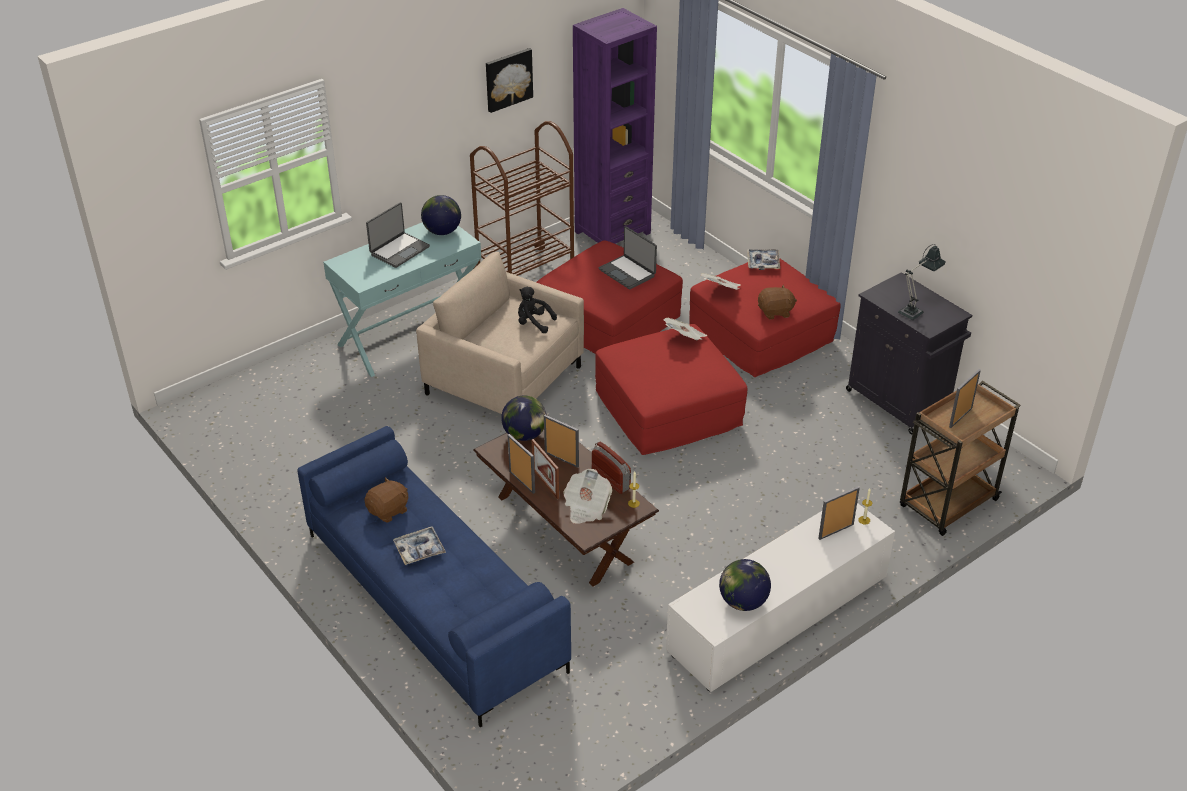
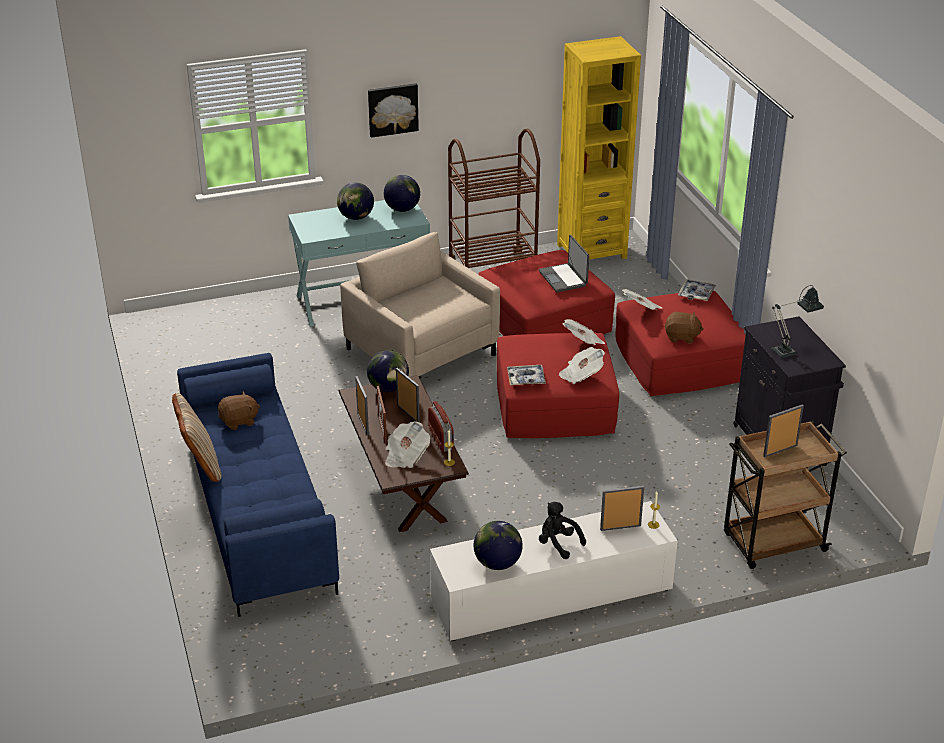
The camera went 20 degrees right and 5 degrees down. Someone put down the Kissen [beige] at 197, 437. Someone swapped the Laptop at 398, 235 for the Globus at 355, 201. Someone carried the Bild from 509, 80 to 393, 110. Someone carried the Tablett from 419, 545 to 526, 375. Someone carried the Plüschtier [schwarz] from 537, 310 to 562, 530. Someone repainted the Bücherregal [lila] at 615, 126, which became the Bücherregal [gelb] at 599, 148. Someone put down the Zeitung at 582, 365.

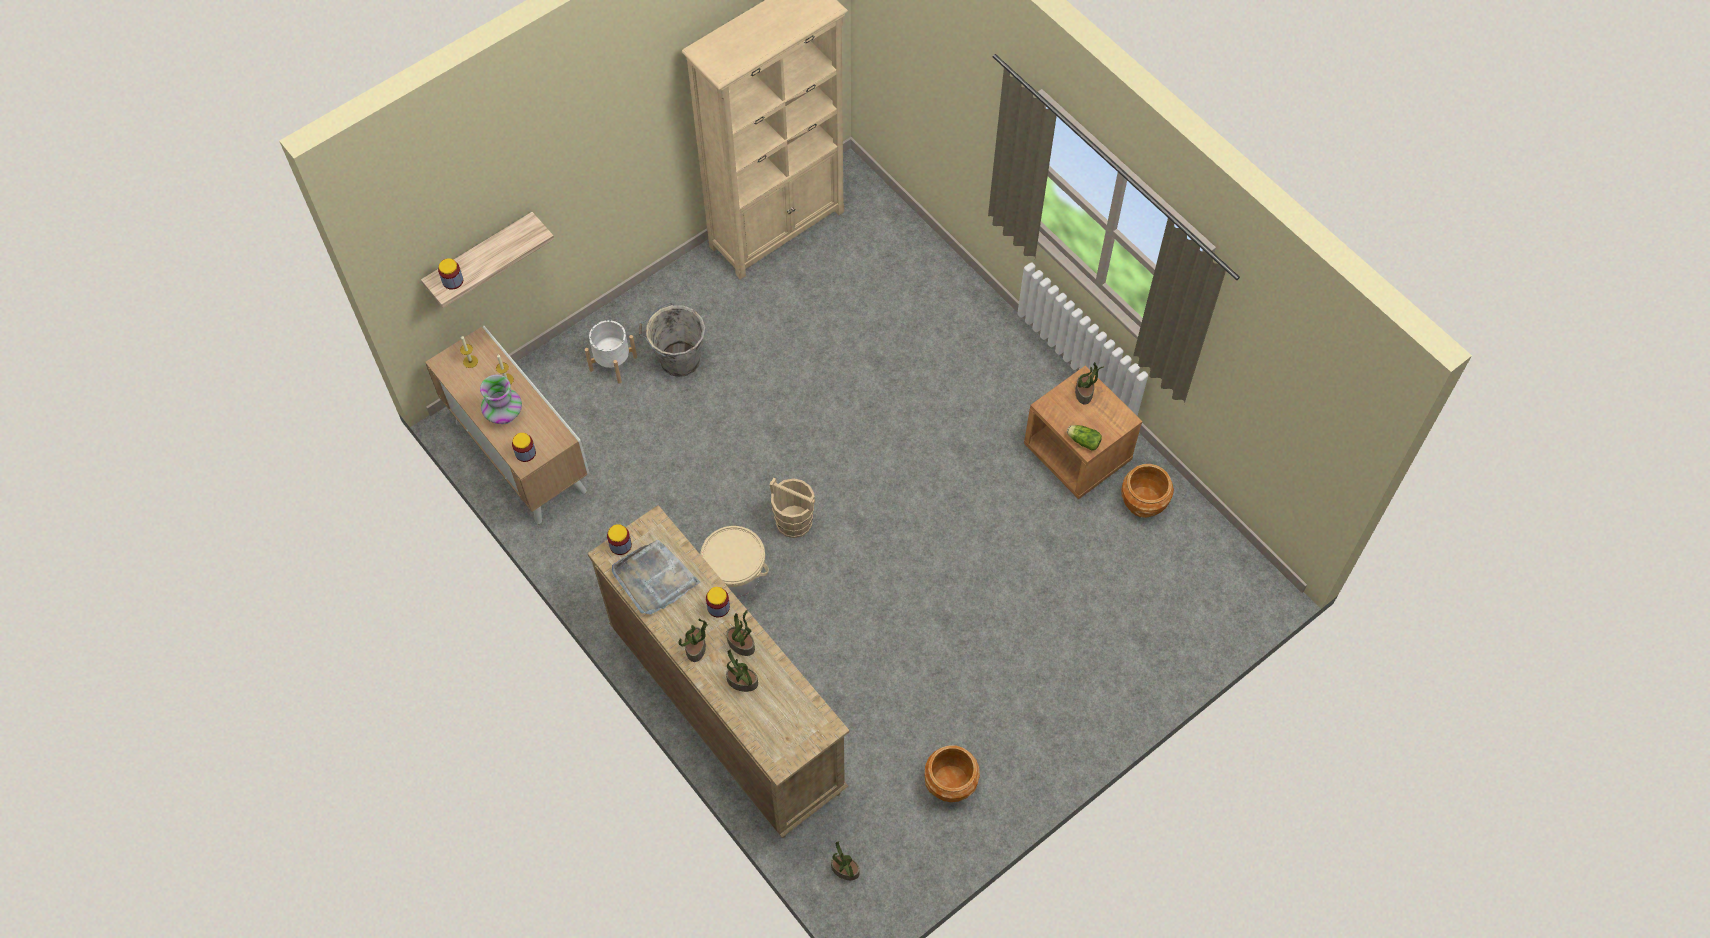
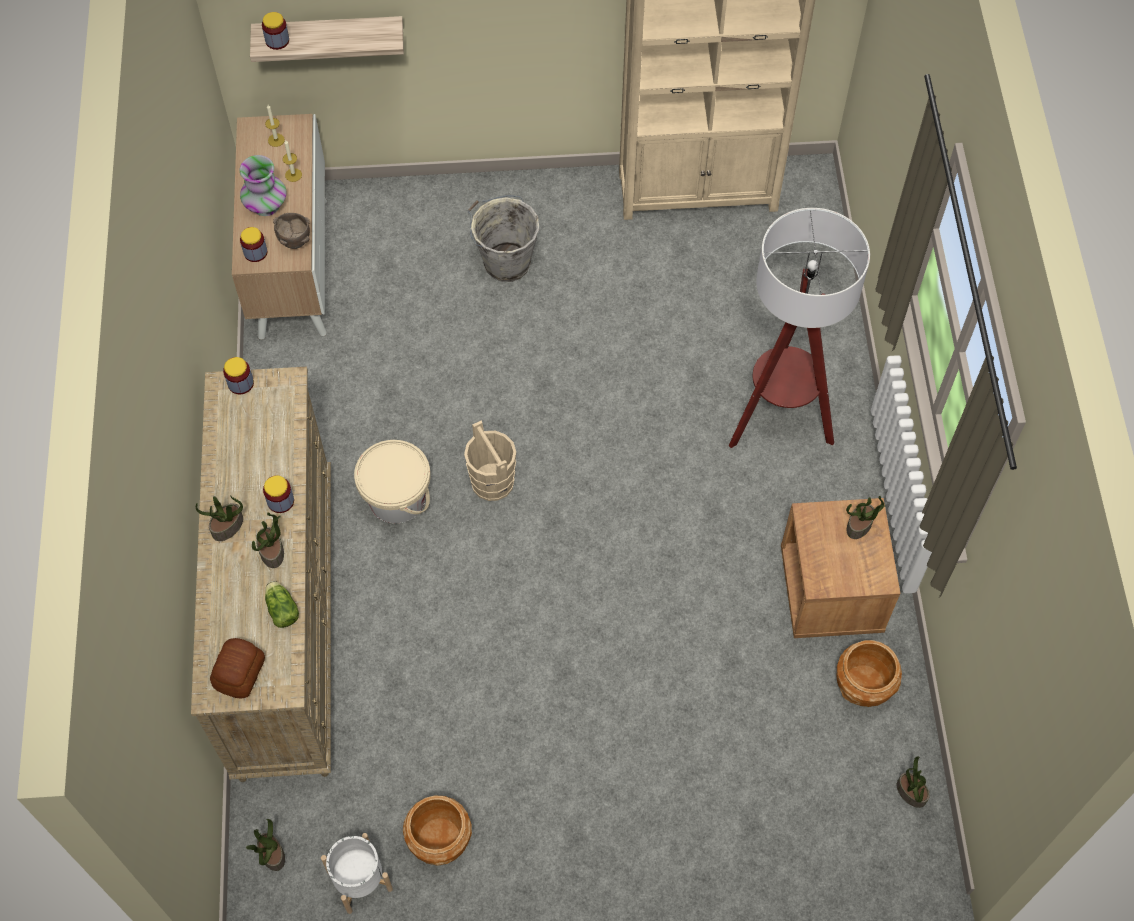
The camera went 35 degrees right and 0 degrees up. Someone put down the Brot at 237, 668. Someone carried the Salatkopf from 1084, 438 to 282, 604. Someone put down the Schüssel [braun] at 291, 231. Someone carried the Pflanzkübel [weiß] from 611, 352 to 357, 873. Someone put down the Stehlampe at 799, 328. Someone carried the Topfpflanze from 742, 670 to 913, 782. Someone took away the Tablett [grau] at 656, 576.

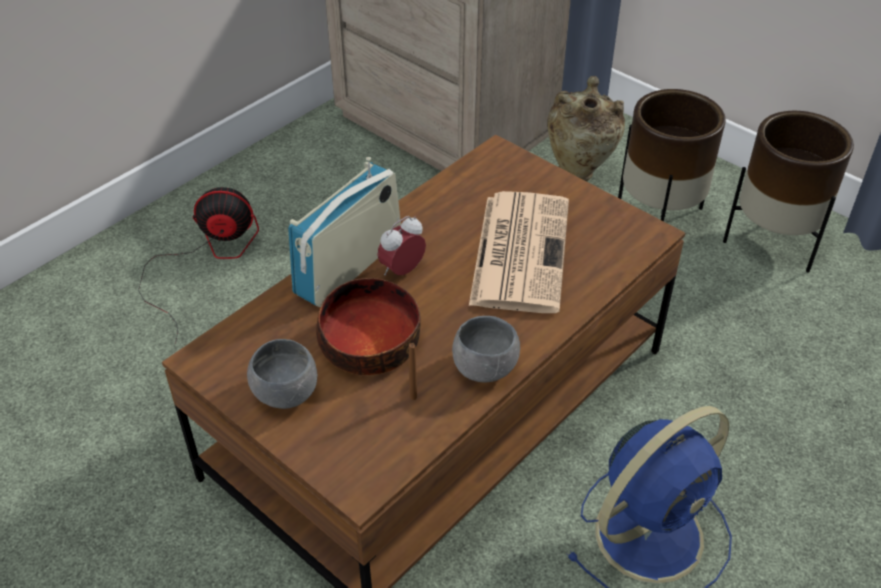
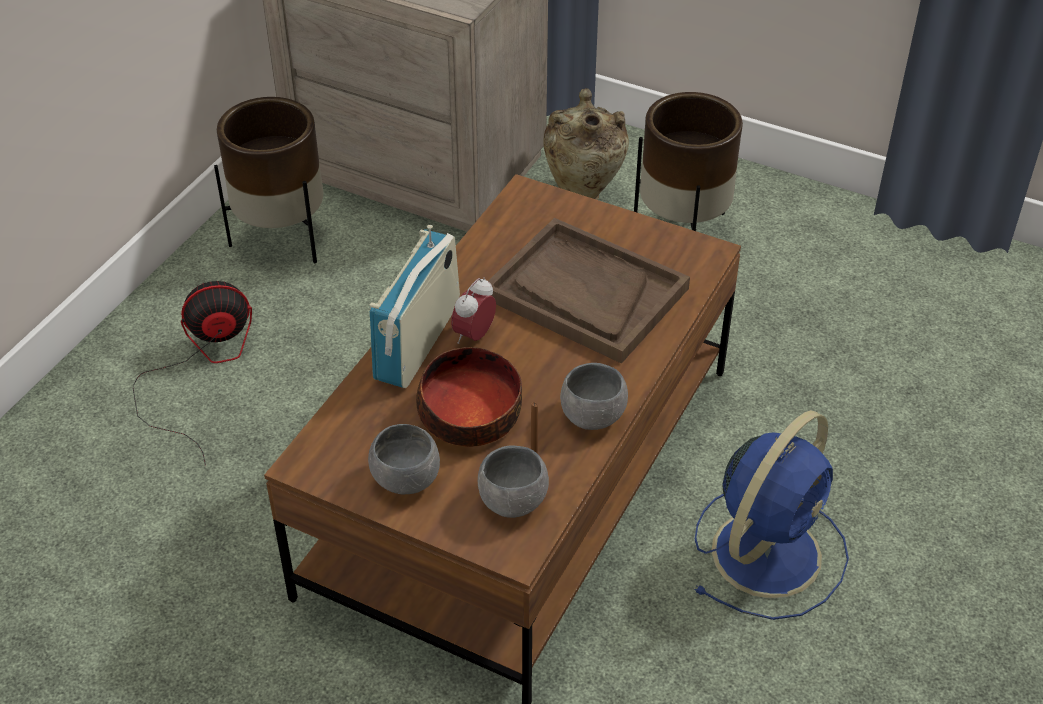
The camera went 15 degrees left and 0 degrees up. Someone carried the Pflanzkübel [braun] from 788, 192 to 268, 180. Someone put down the Schüssel [grau] at 513, 481. Someone swapped the Zeitung at 519, 252 for the Tablett [braun] at 589, 291.

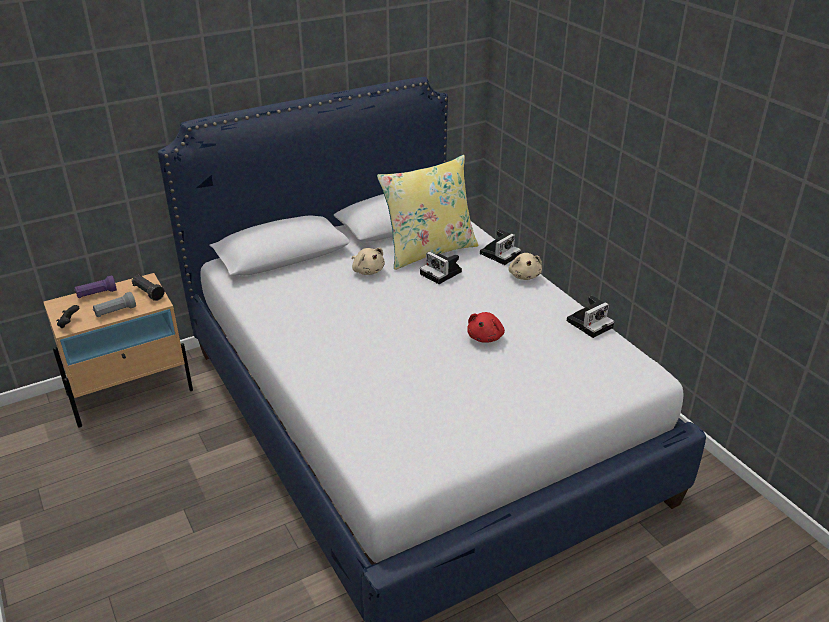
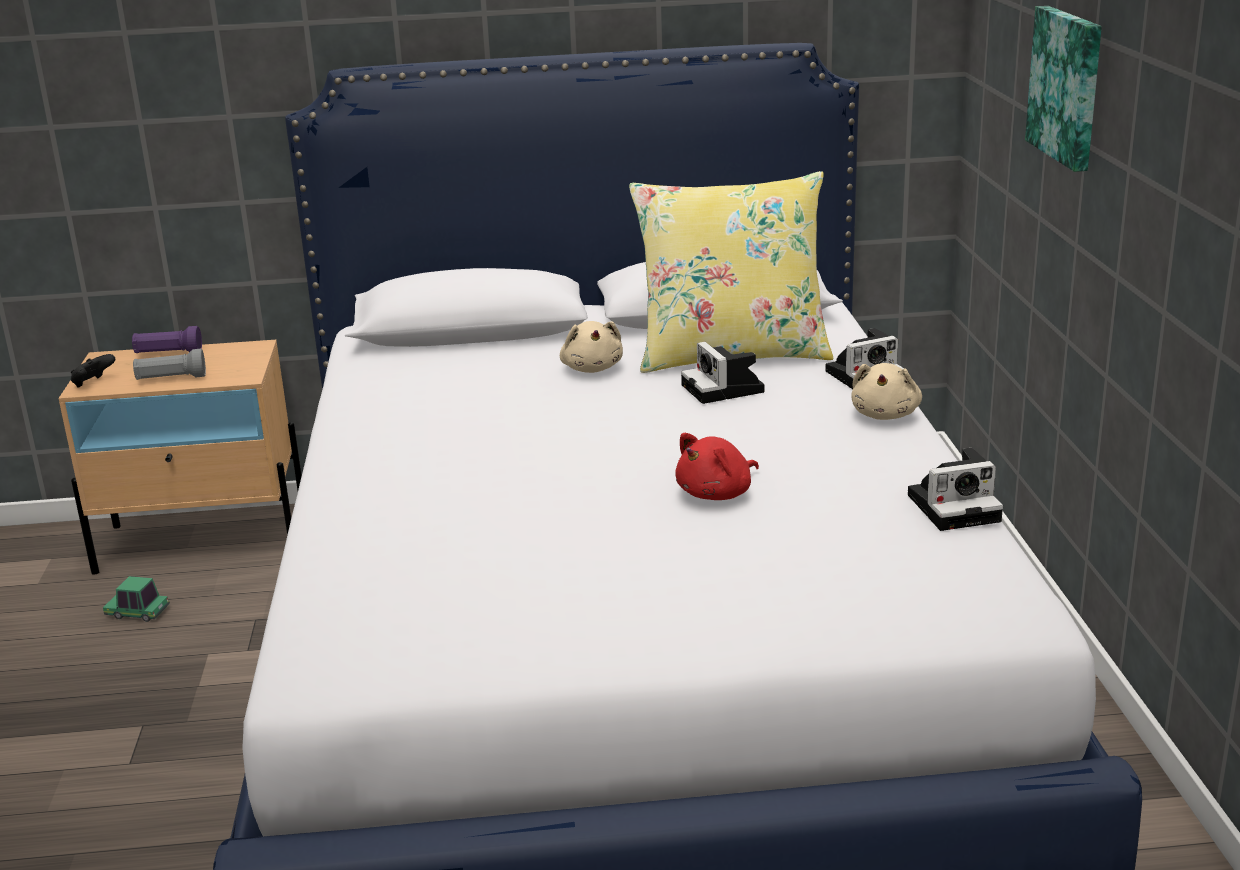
The camera went 25 degrees right and 10 degrees down. Someone put down the Spielzeugauto at 136, 599. Someone put up the Bild at 1063, 89. Someone took away the Taschenlampe [schwarz] at 148, 288.

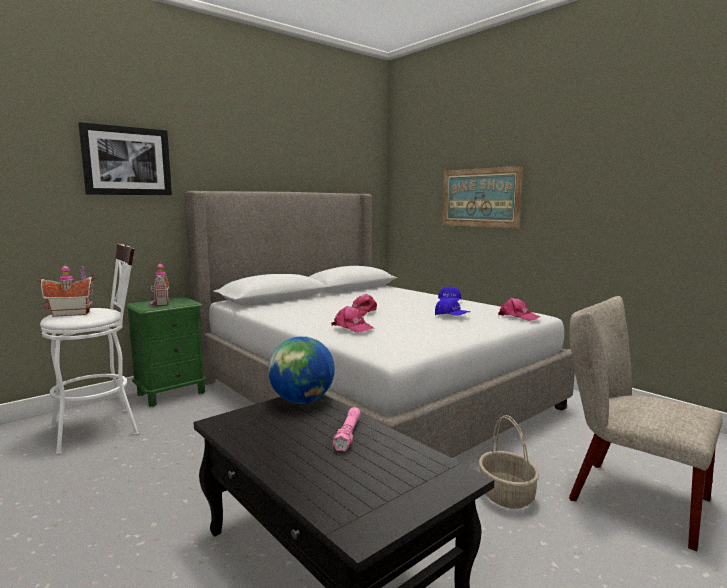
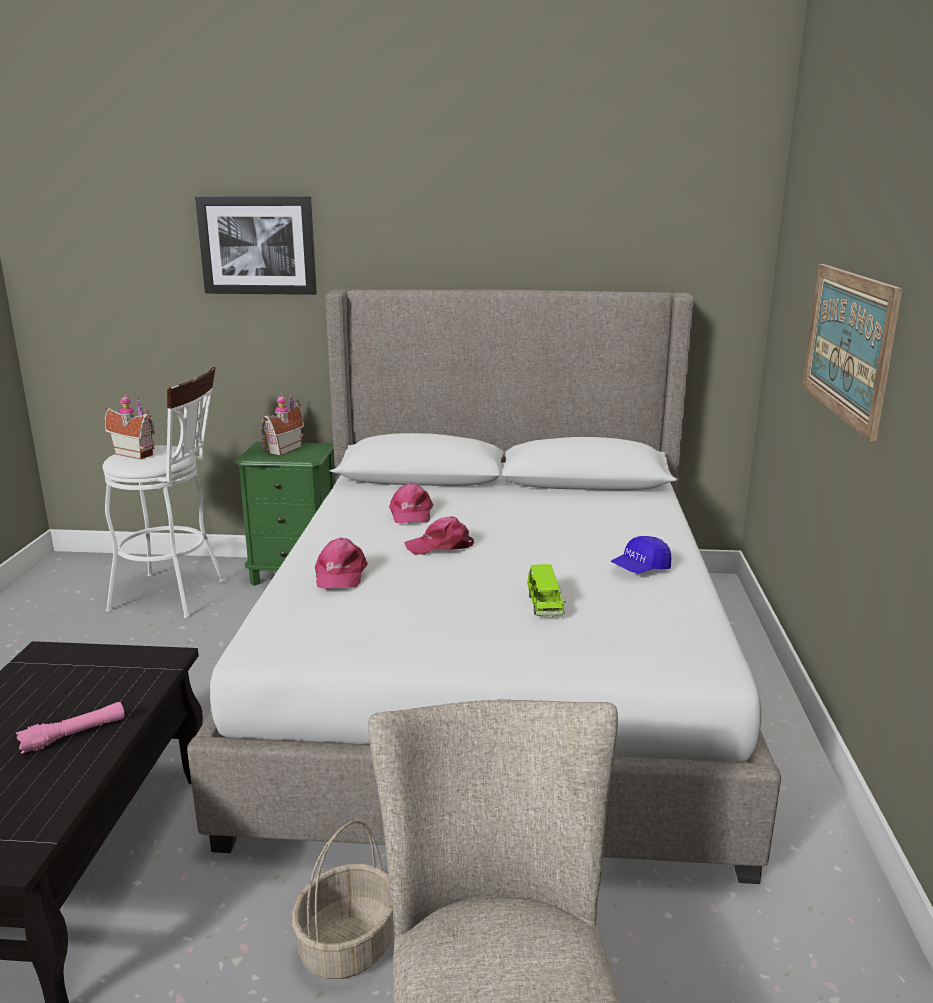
The camera went 45 degrees right and 10 degrees up. Someone carried the Kappe [rosa] from 519, 309 to 411, 503. Someone swapped the Kappe [blau] at 452, 307 for the Spielzeugauto [grün] at 546, 591. Someone took away the Globus at 301, 369.

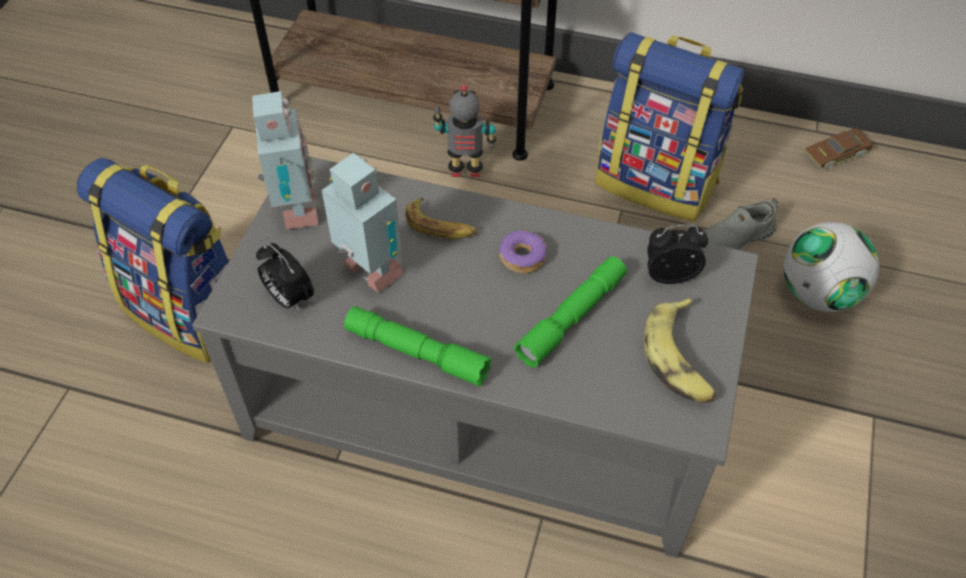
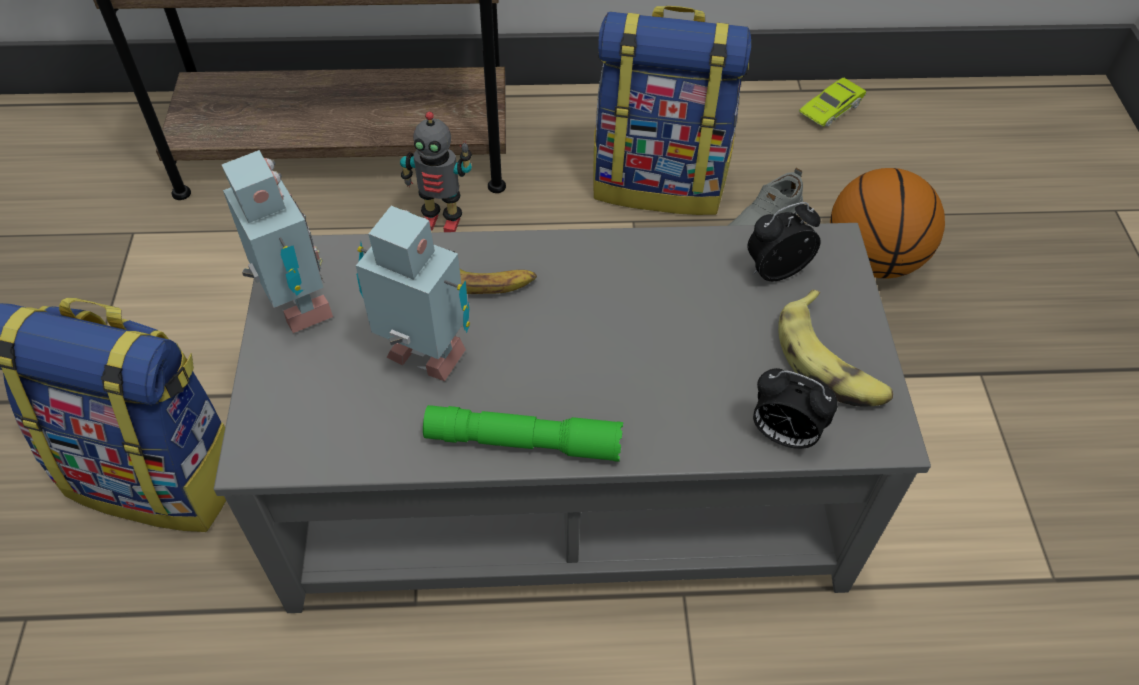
The camera went 20 degrees left and 0 degrees up. Someone rotated the Spielzeugroboter at 464, 131 by 150 degrees counterclockwise. Someone carried the Wecker from 285, 277 to 795, 408. Someone repainted the Spielzeugauto [braun] at 839, 148, which became the Spielzeugauto [grün] at 832, 102. Someone swapped the Fußball at 831, 267 for the Basketball at 887, 223. Someone took away the Donut at 523, 251. Someone took away the Taschenlampe [grün] at 570, 312.

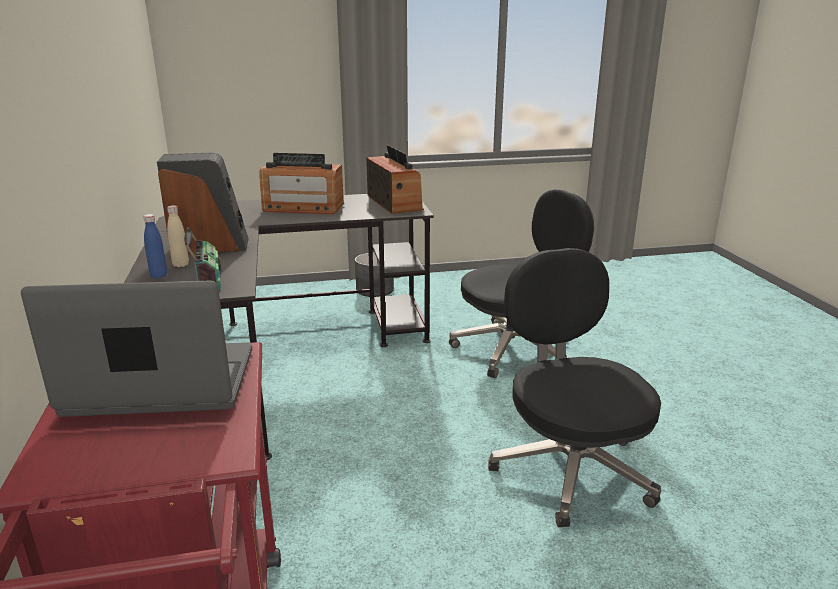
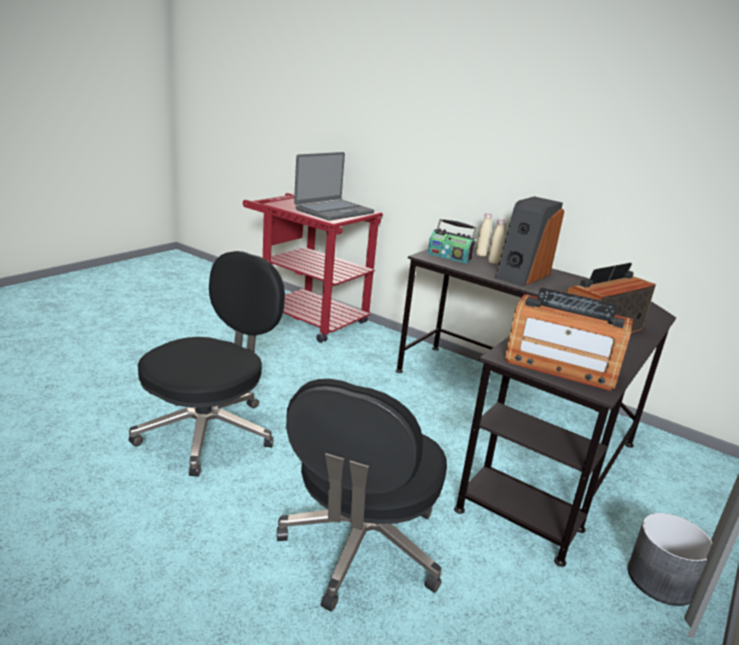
The camera went 135 degrees right and 0 degrees up. Someone rotated the Bürostuhl [schwarz] at 574, 387 by 90 degrees counterclockwise. Someone repainted the Flasche [blau] at 155, 246, which became the Flasche [beige] at 484, 235.

